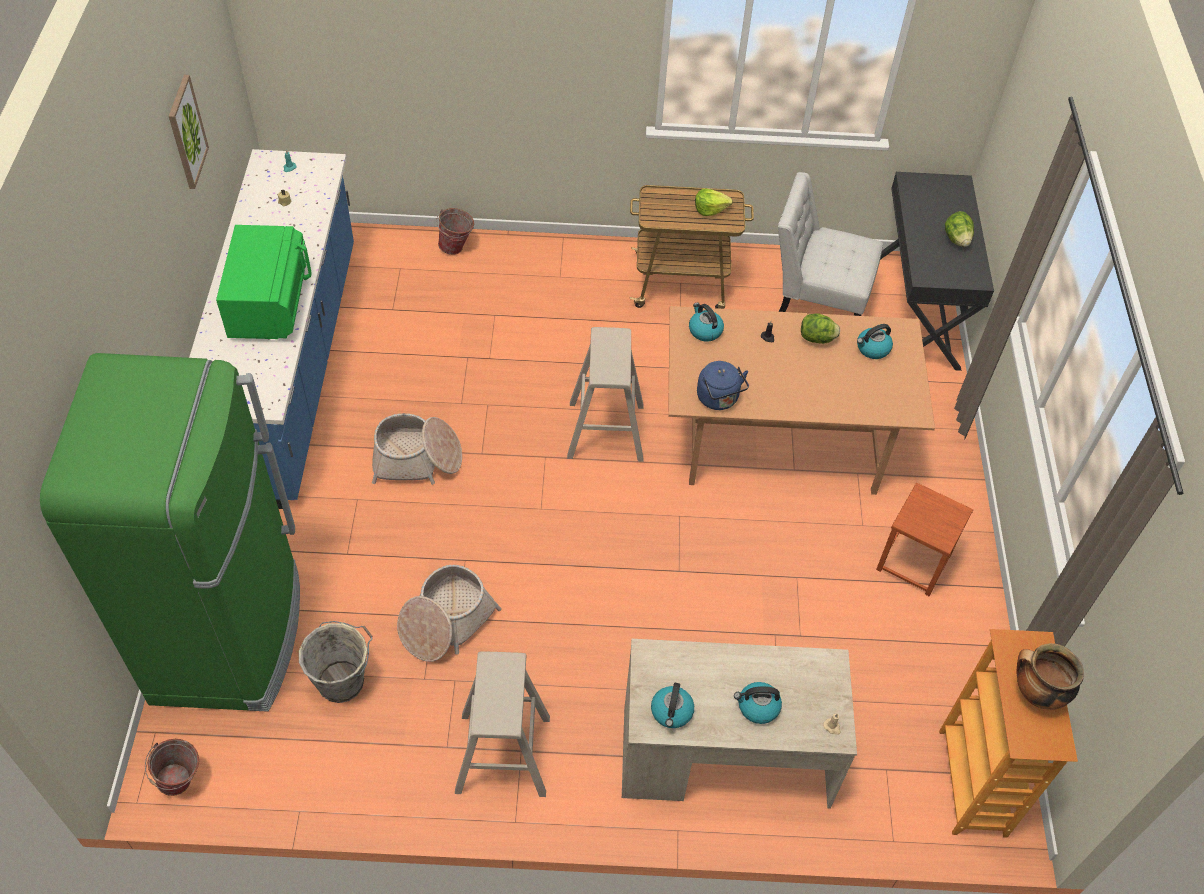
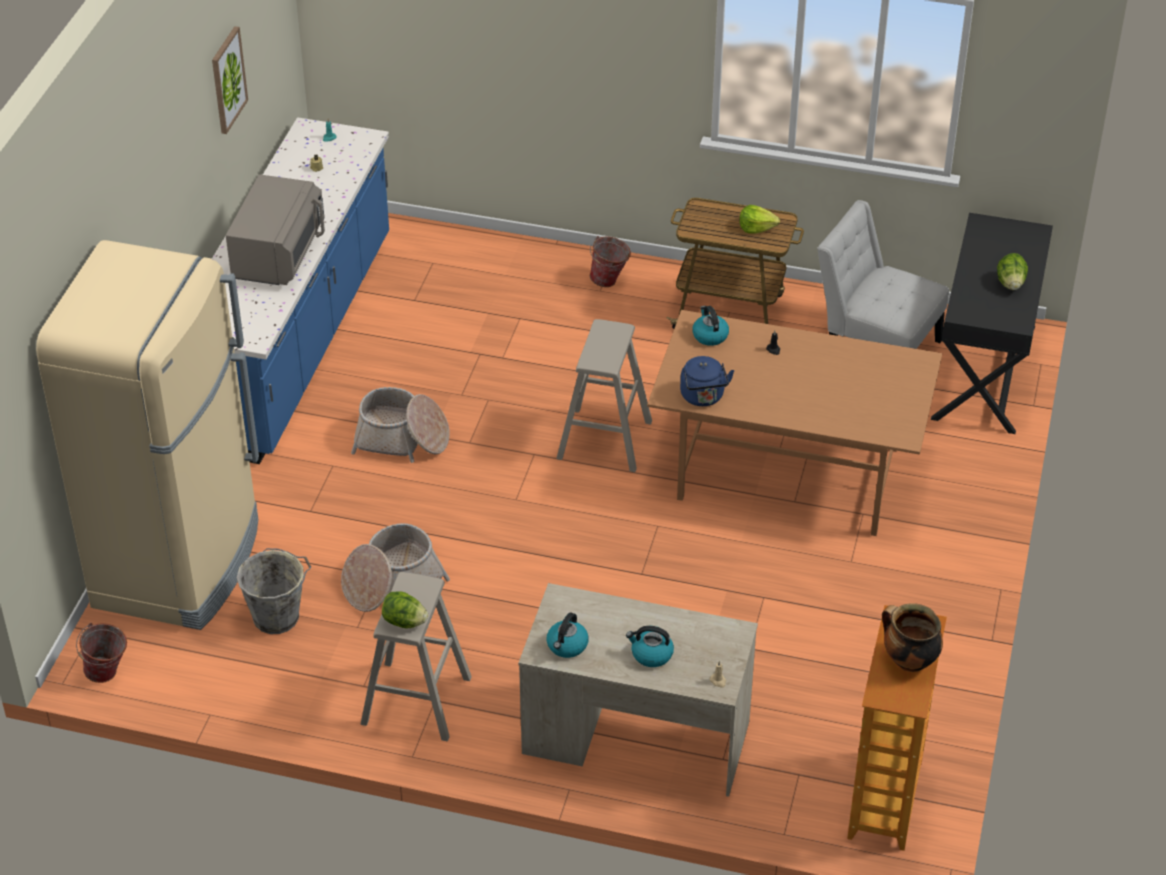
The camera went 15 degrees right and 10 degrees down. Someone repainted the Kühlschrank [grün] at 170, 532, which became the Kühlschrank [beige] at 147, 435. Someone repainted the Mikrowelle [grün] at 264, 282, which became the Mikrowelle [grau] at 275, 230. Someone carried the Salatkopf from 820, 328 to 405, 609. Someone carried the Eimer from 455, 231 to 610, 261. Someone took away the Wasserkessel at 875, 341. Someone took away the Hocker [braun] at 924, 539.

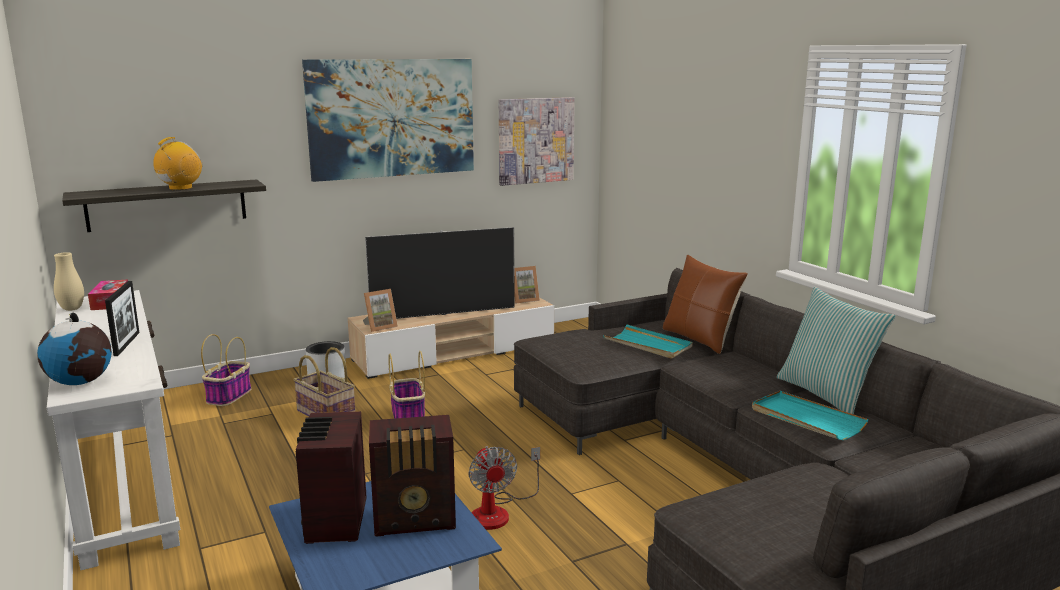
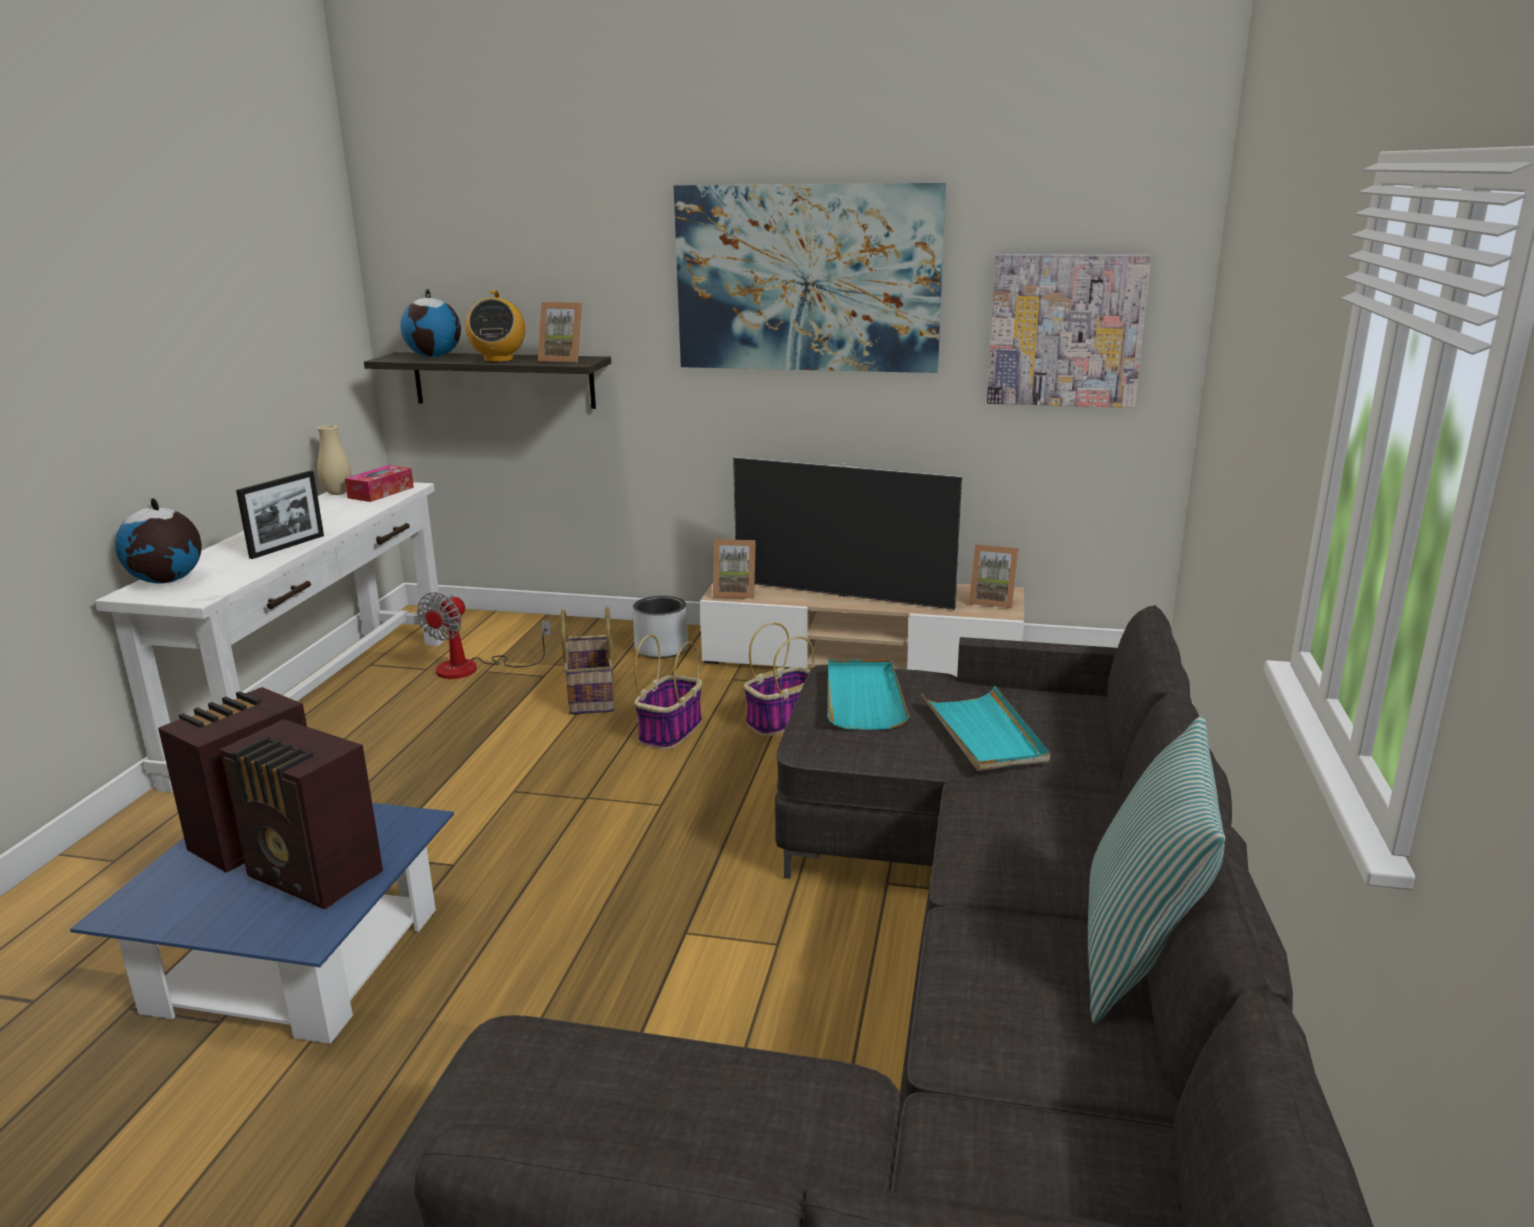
The camera went 40 degrees right and 5 degrees up. Someone put down the Globus at 430, 323. Someone carried the Ventilator from 504, 488 to 484, 635. Someone rotated the Radio at 178, 163 by 105 degrees clockwise. Someone put down the Bilderrahmen at 560, 332. Someone carried the Korb from 226, 370 to 779, 679. Someone carried the Tablett [türkis] from 810, 415 to 868, 695. Someone took away the Kissen [braun] at 705, 304.

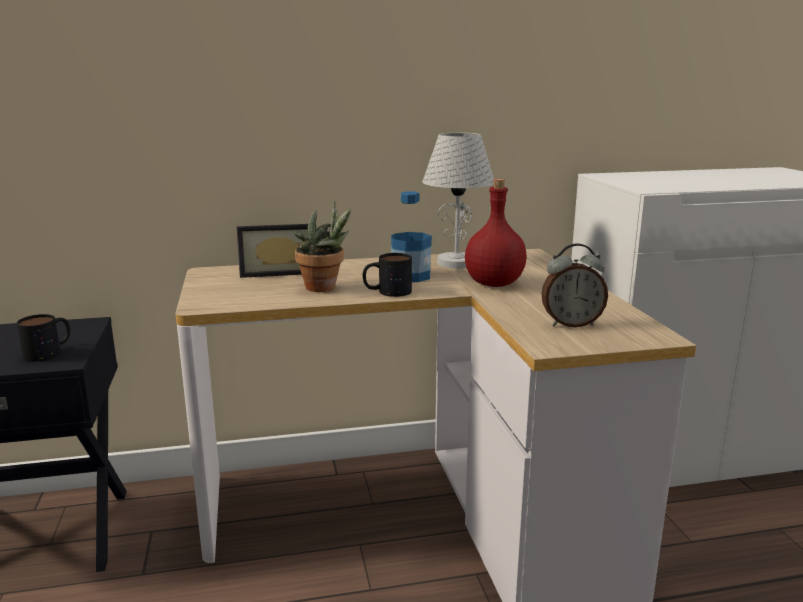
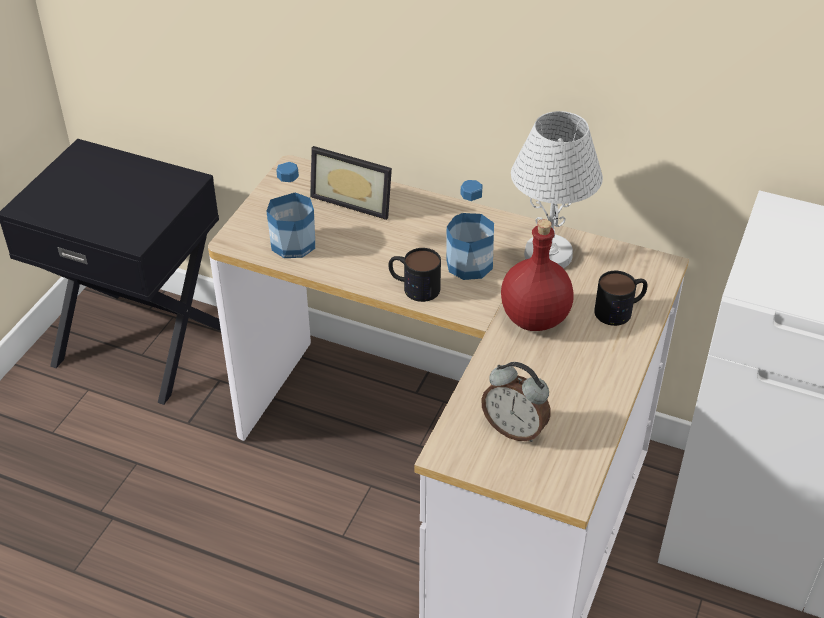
The camera went 35 degrees right and 25 degrees up. Someone put down the Flasche at 290, 210. Someone carried the Henkelbecher from 43, 338 to 621, 298. Someone took away the Topfpflanze at 323, 246.

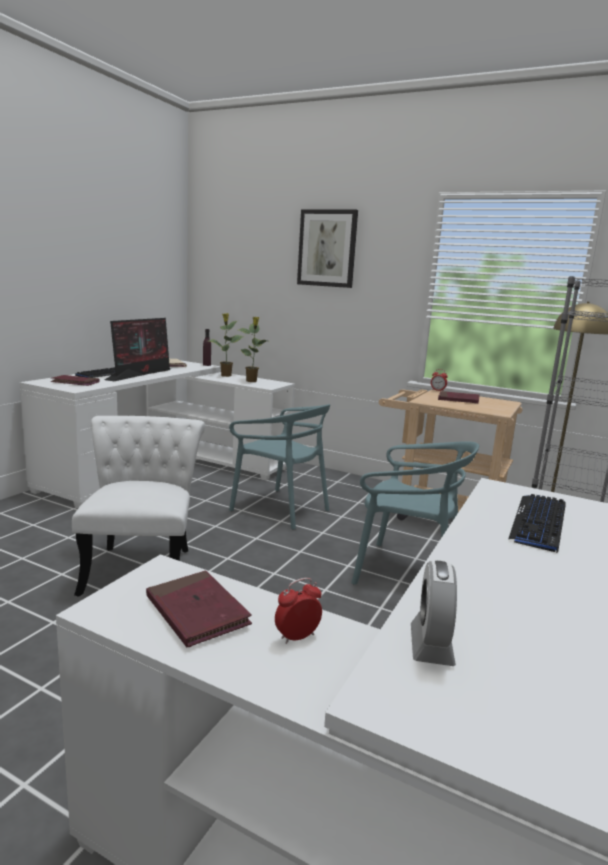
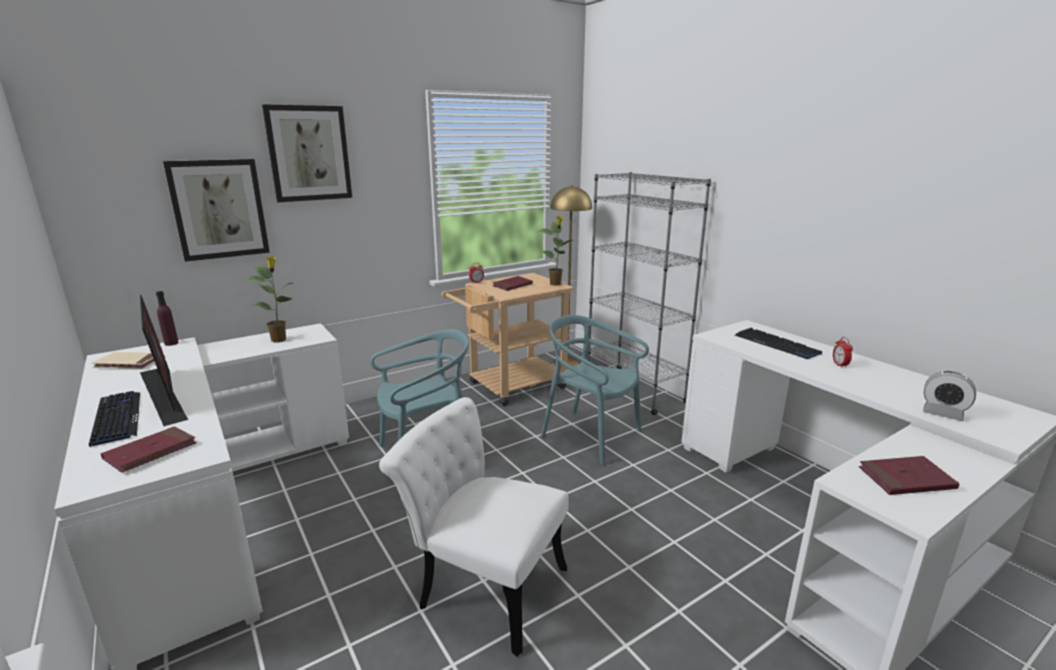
The camera went 60 degrees left and 5 degrees up. Someone put up the Bild at 216, 210. Someone carried the Topfpflanze from 226, 345 to 555, 250. Someone rotated the Stuhl [türkis] at 415, 513 by 105 degrees counterclockwise. Someone carried the Wecker from 298, 611 to 843, 352.

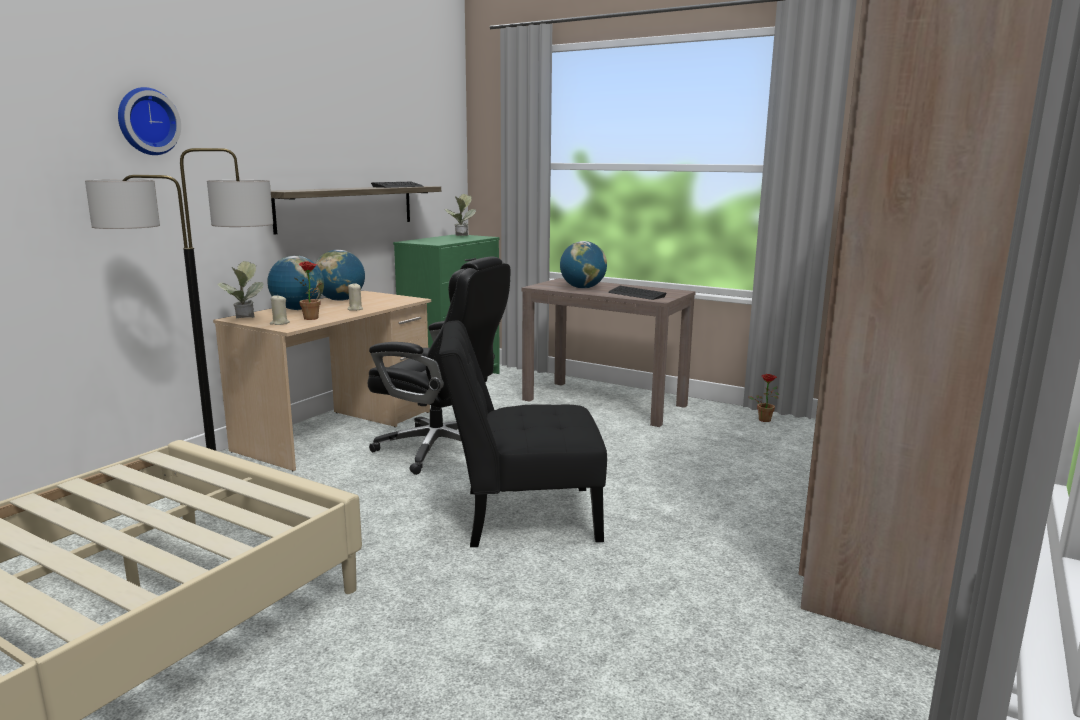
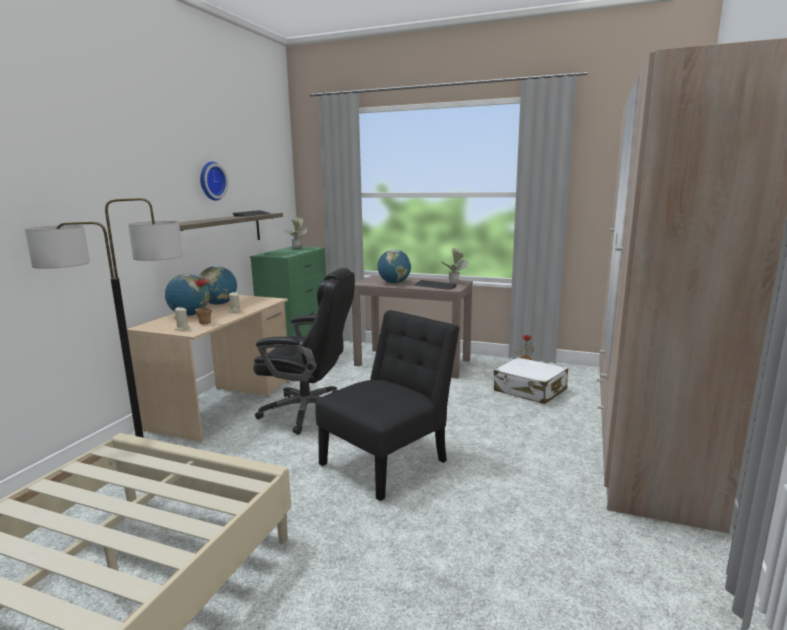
The camera went 10 degrees left and 0 degrees up. Someone carried the Wanduhr from 149, 121 to 214, 181. Someone rotated the Stuhl [schwarz] at 523, 434 by 150 degrees clockwise. Someone carried the Topfpflanze from 240, 289 to 455, 265. Someone put down the Koffer [weiß] at 531, 380.

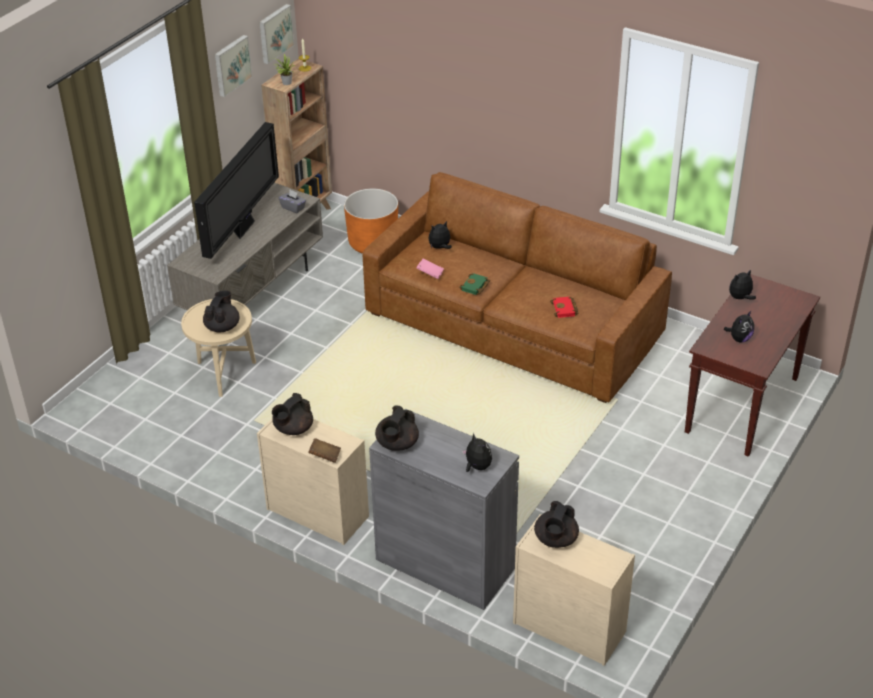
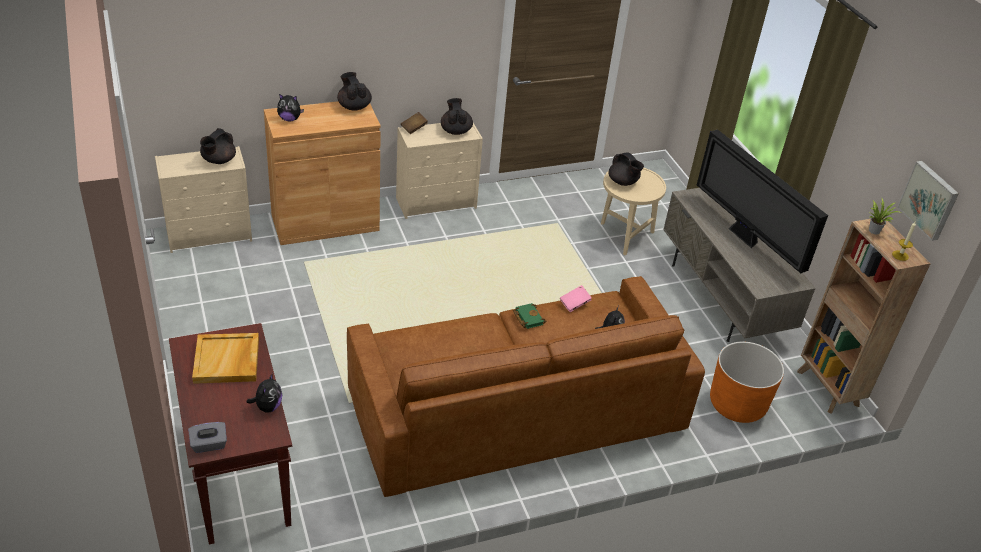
The camera went 125 degrees right and 0 degrees up. Someone carried the Taschentuchbox [grau] from 292, 201 to 207, 437. Someone swapped the Plüschtier at 739, 326 for the Tablett [beige] at 225, 358. Someone rotated the Teekanne [schwarz] at 556, 524 by 120 degrees counterclockwise. Someone repainted the Schrank [grau] at 444, 509, which became the Schrank [braun] at 322, 173. Someone took away the Bild at 233, 66. Someone took away the Buch [rot] at 564, 307.

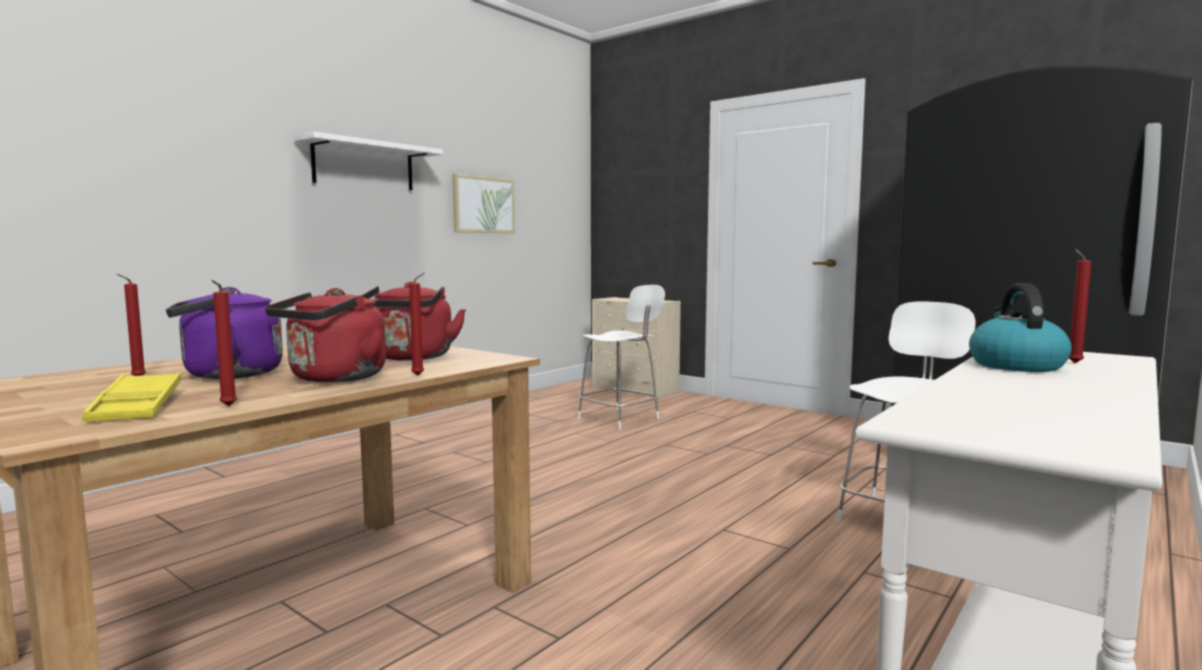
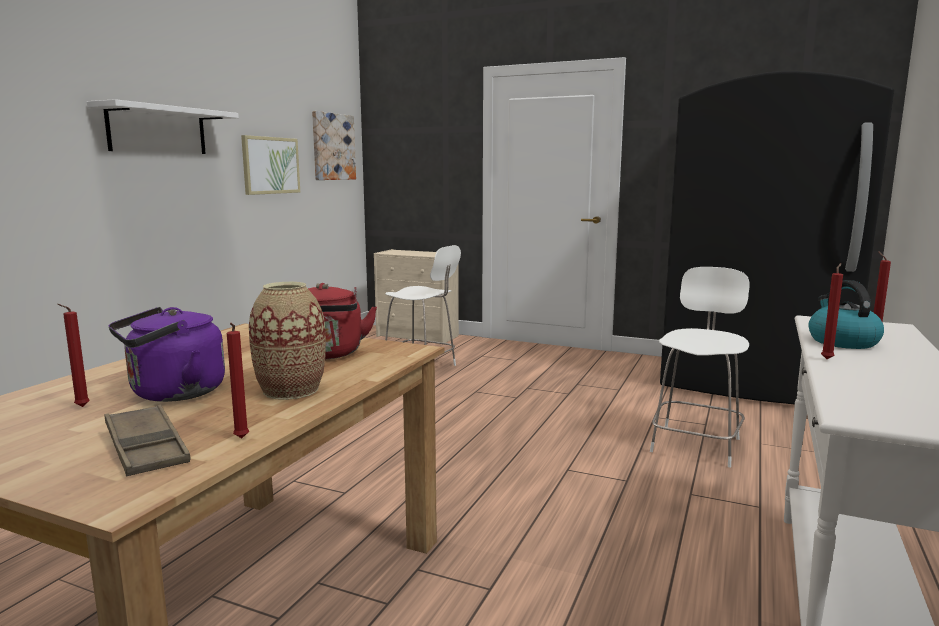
The camera went 15 degrees left and 5 degrees up. Someone repainted the Tablett [gelb] at 131, 397, which became the Tablett [braun] at 147, 440. Someone swapped the Wasserkessel [rot] at 325, 335 for the Vase at 287, 341. Someone put up the Bild at 334, 145. Someone carried the Kerze [rot] from 417, 324 to 832, 311.

